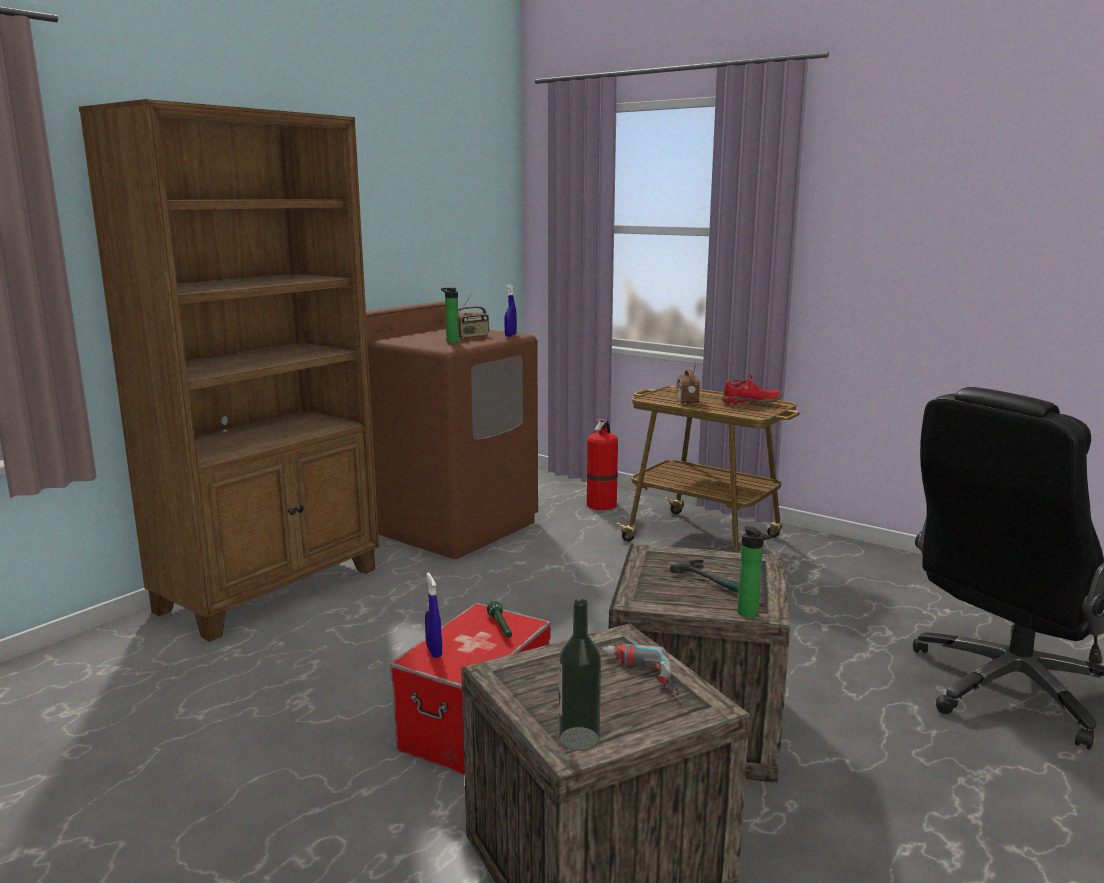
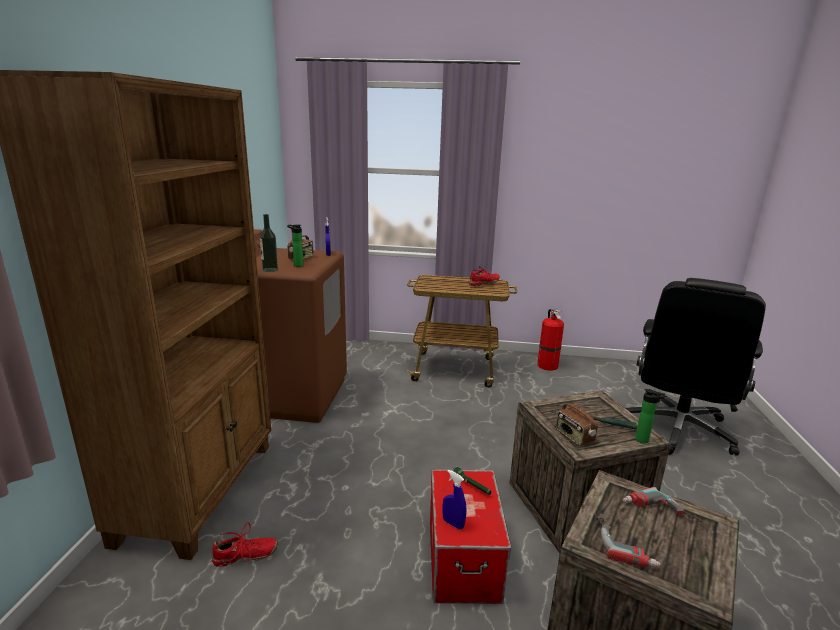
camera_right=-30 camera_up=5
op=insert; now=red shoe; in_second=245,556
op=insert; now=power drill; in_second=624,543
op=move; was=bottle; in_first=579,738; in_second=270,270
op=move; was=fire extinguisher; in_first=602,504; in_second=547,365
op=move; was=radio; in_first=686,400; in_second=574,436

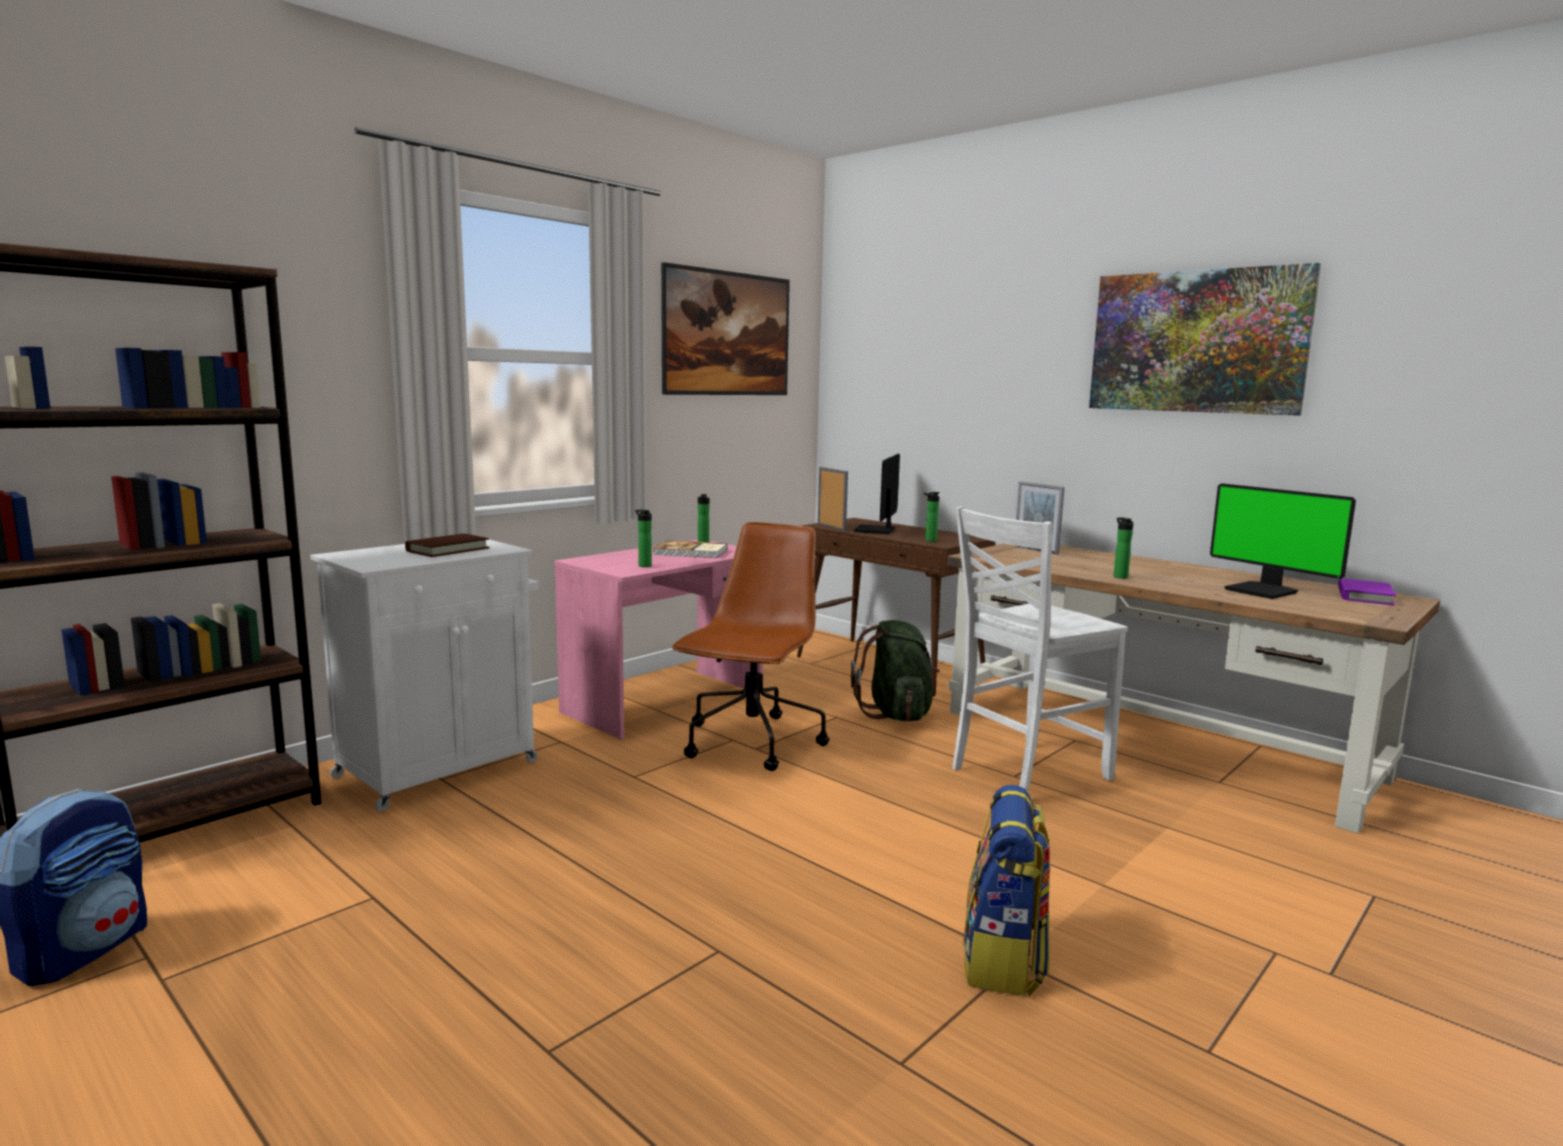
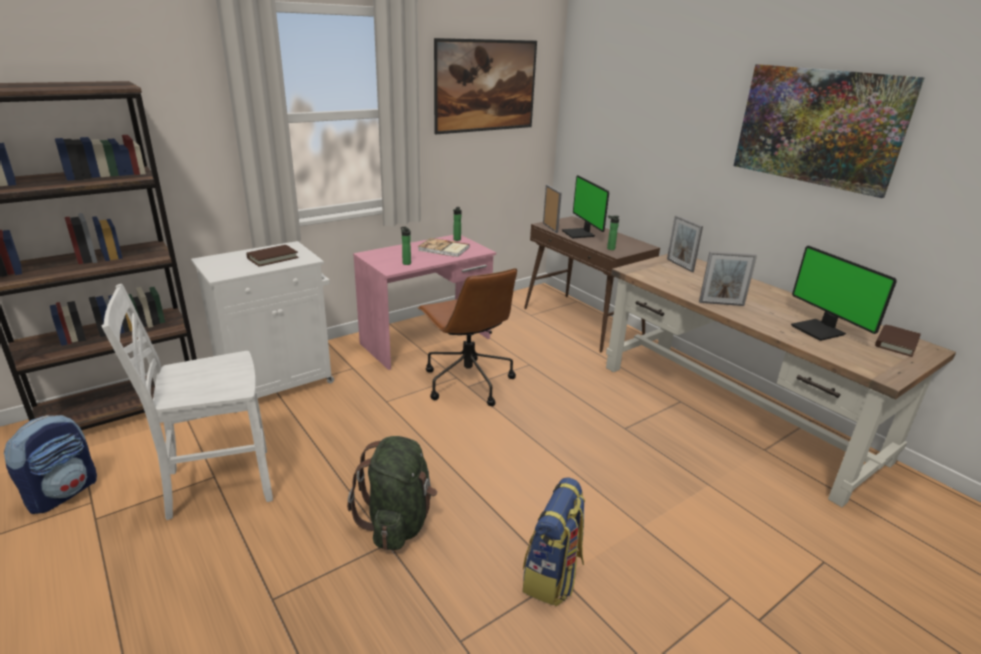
camera_right=10 camera_up=15
op=move; was=green backpack; in_first=896,714; in_second=398,522
op=move; was=white chair; in_first=1025,773; in_second=217,484
op=replace; was=bottle; now=picture frame; in_first=1119,576; in_second=721,304
op=recolor; was=purple book; now=brown book; in_first=1364,596; in_second=896,343
op=rotate; was=brown office chair; in_first=751,743; in_second=467,381; clockwise=120
op=rotate; was=monitor; in_first=877,530; in_second=579,234; clockwise=-45

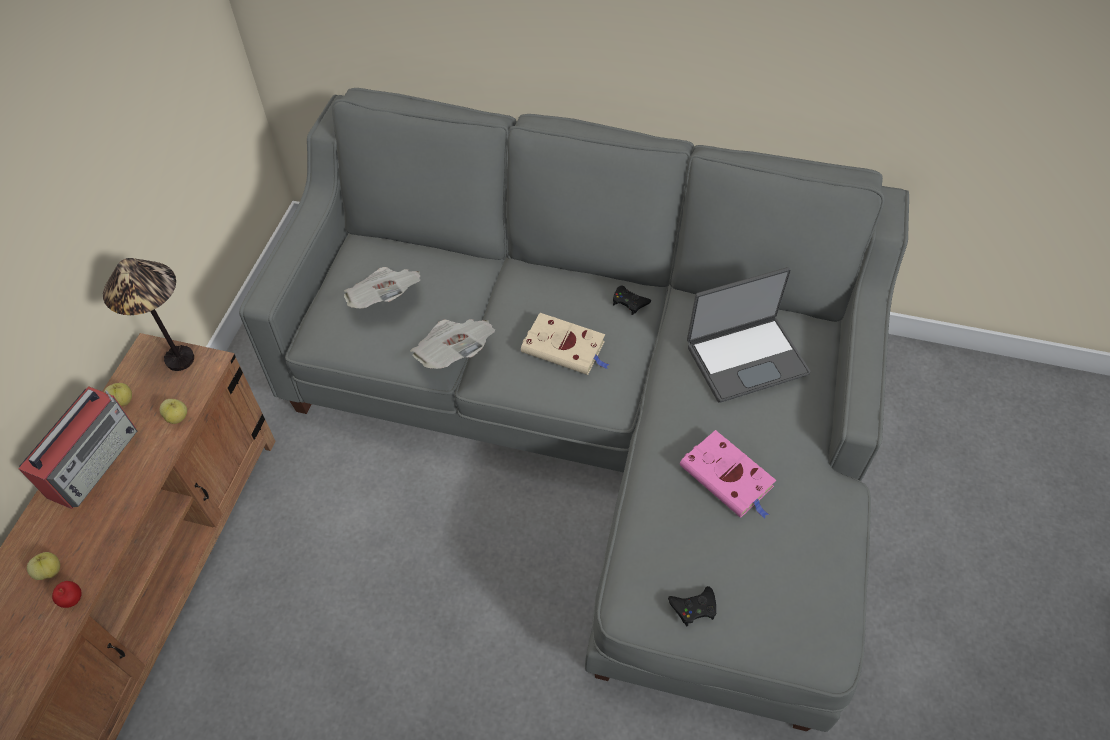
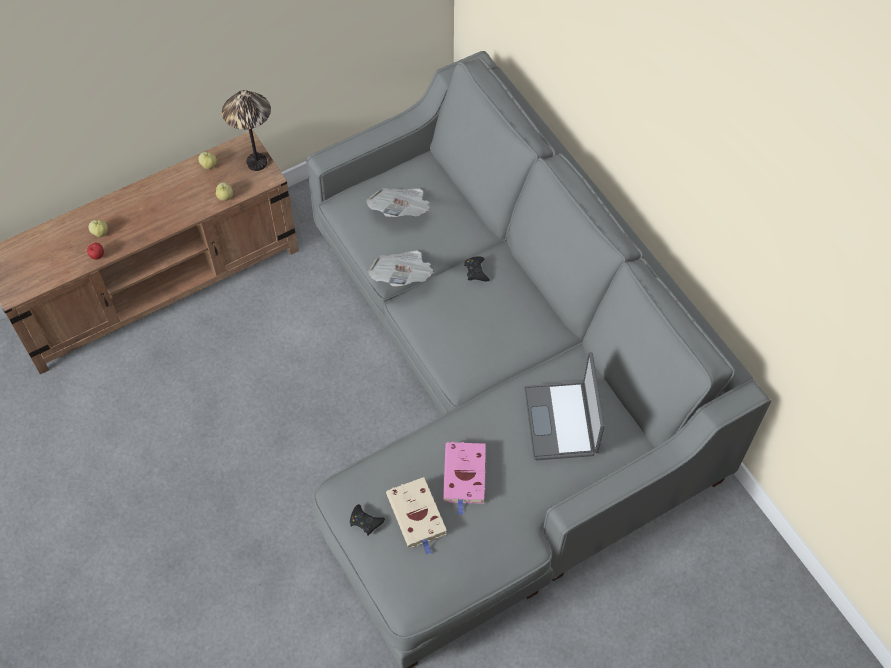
camera_right=45 camera_up=5
op=delete; was=radio; in_first=94,461
op=move; was=beige book; in_first=565,348; in_second=417,516
op=move; was=black game controller; in_first=629,302; in_second=476,271
op=rotate; was=laptop; in_first=745,358; in_second=562,421; clockwise=60

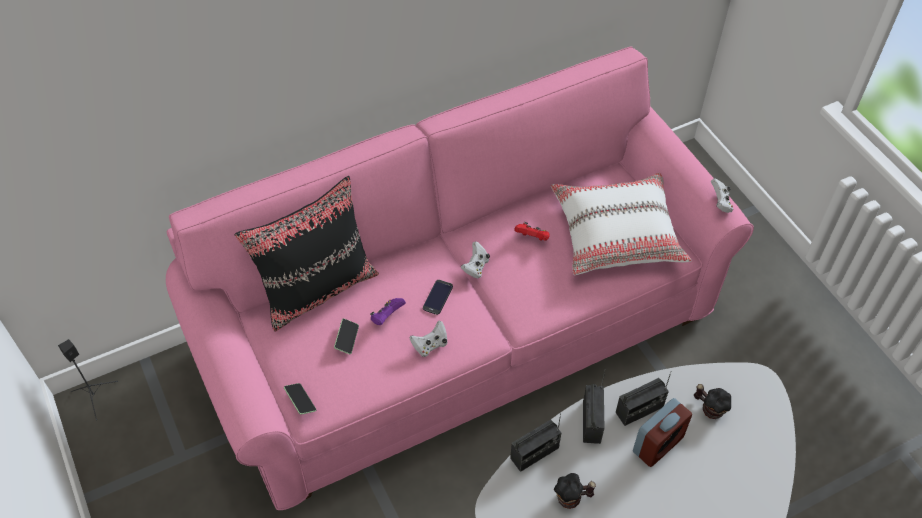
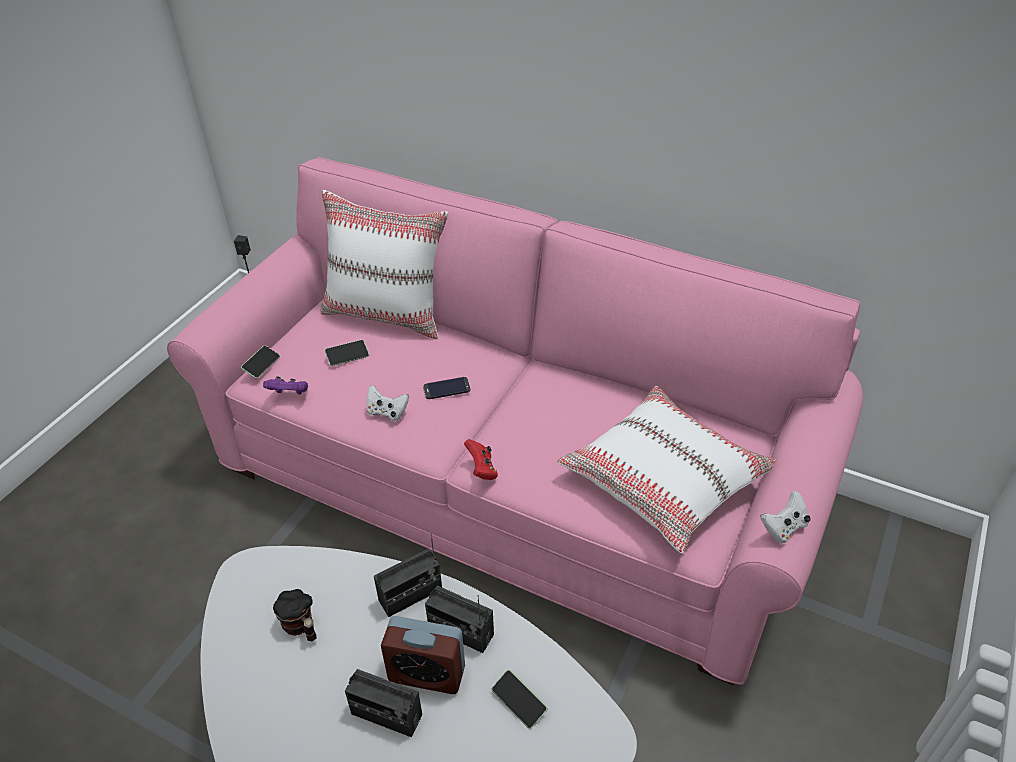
camera_right=55 camera_up=-10
op=delete; was=white game controller; in_first=476,267
op=move; was=purple game controller; in_first=387,317; in_second=289,394
op=move; was=radio; in_first=534,453; in_second=386,714
op=move; was=red game controller; in_first=532,238; in_second=482,469
op=replace; was=mug; now=phone; in_first=709,408; in_second=519,702
op=recolor; was=black pillow; now=white pillow; in_first=318,289; in_second=387,314

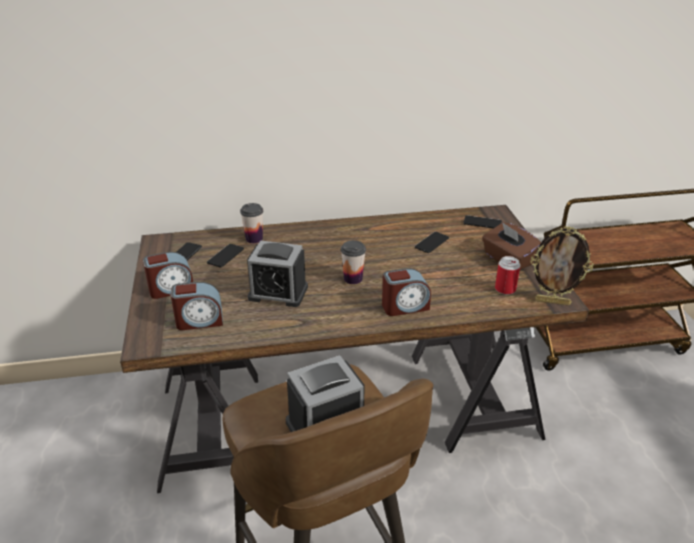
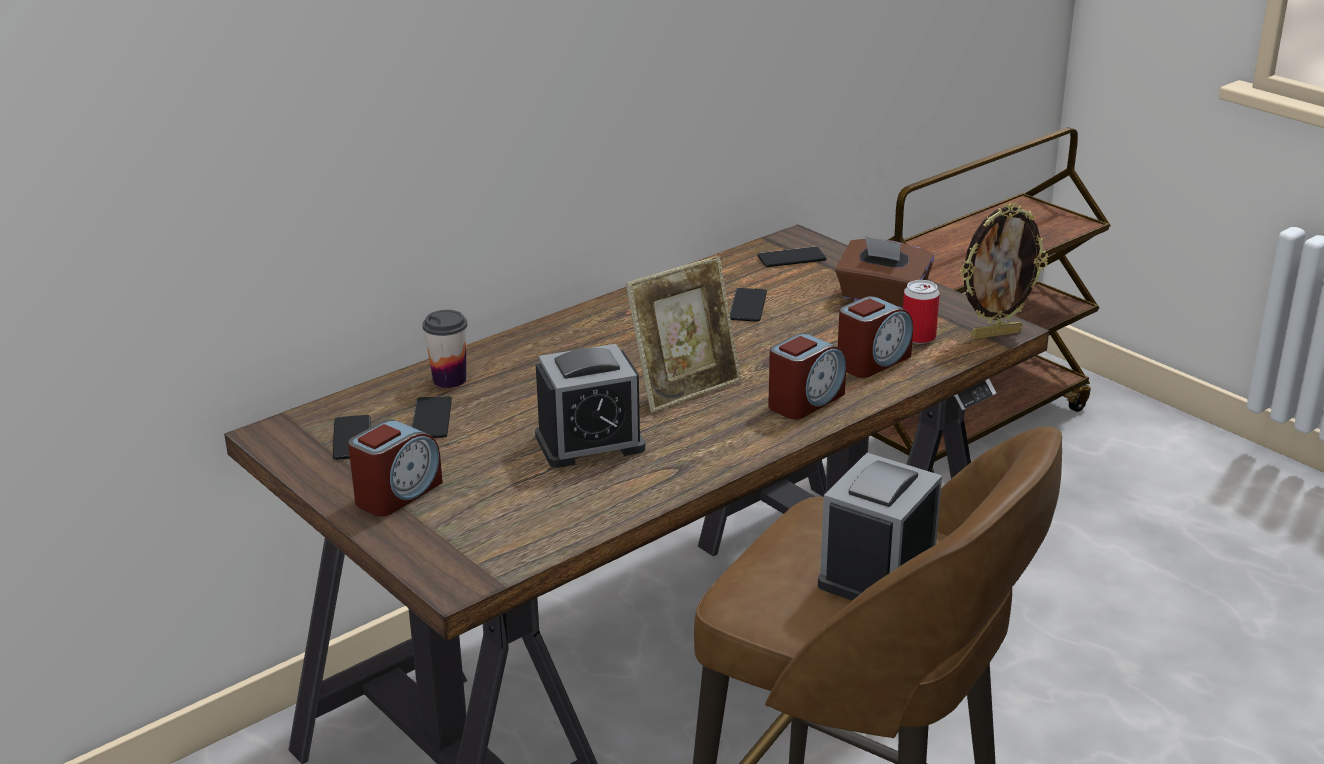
camera_right=-30 camera_up=-5
op=move; was=alarm clock; in_first=199,321; in_second=872,361
op=replace; was=cup; now=picture frame; in_first=353,279; in_second=685,388

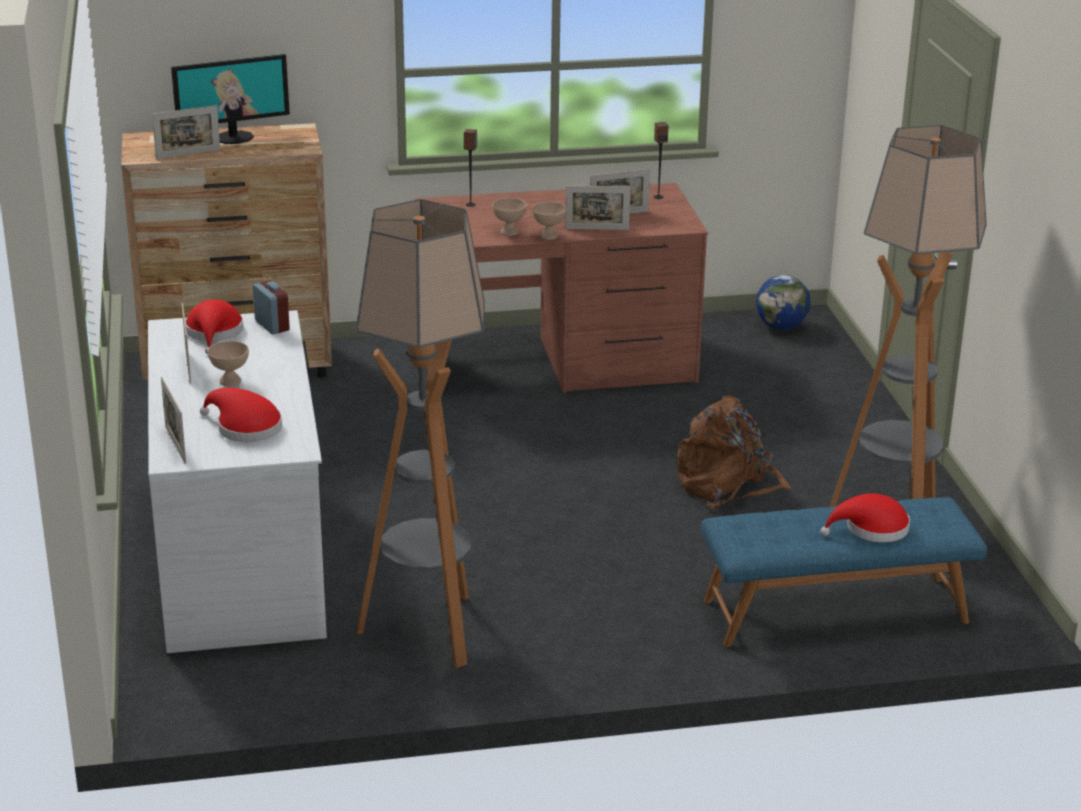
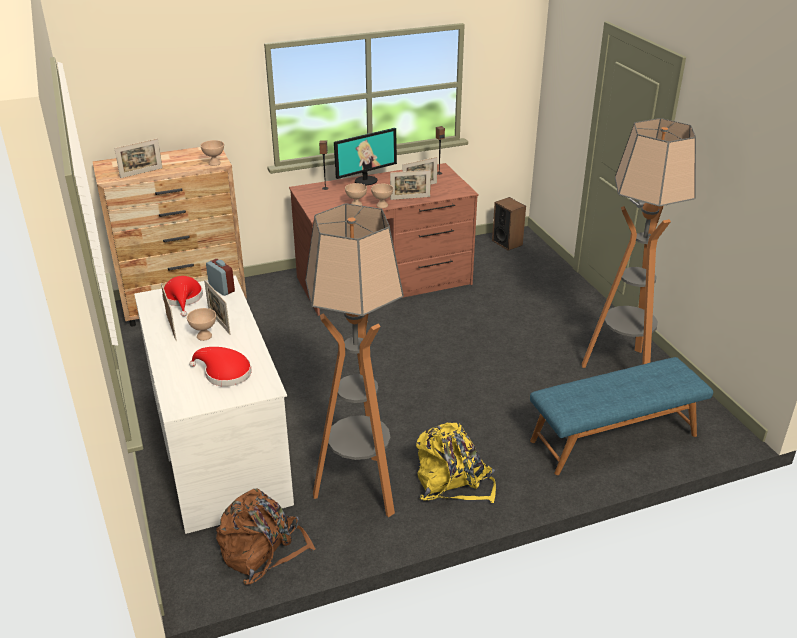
camera_right=-10 camera_up=5
op=delete; was=red hat; in_first=871,529
op=insert; now=beige bowl; in_second=215,163
op=insert; now=yellow backpack; in_second=453,483
op=move; was=picture frame; in_first=175,445; in_second=219,322
op=move; was=monitor; in_first=234,137; in_second=366,180
op=move; was=brown backpack; in_first=728,485; in_second=263,551
op=replace; was=globe; now=speaker; in_first=781,326; in_second=507,243

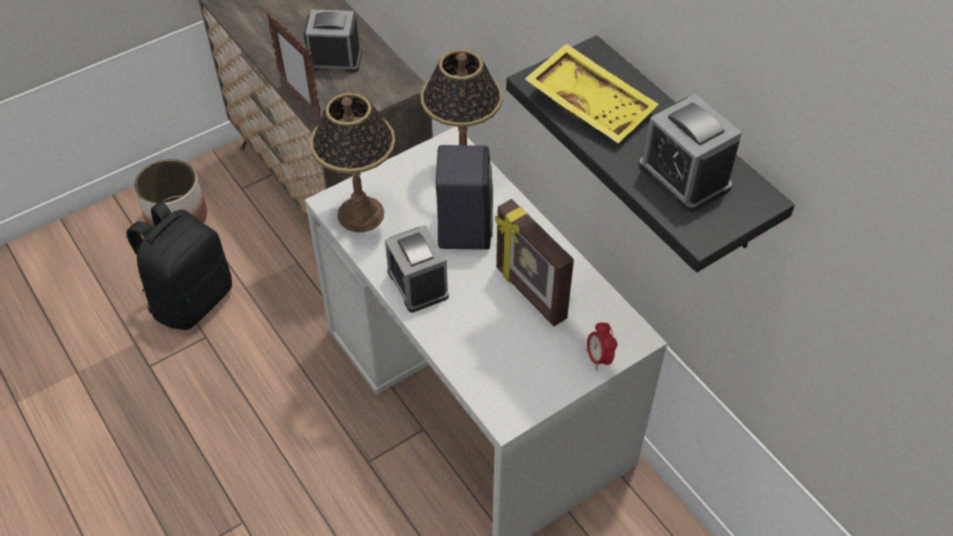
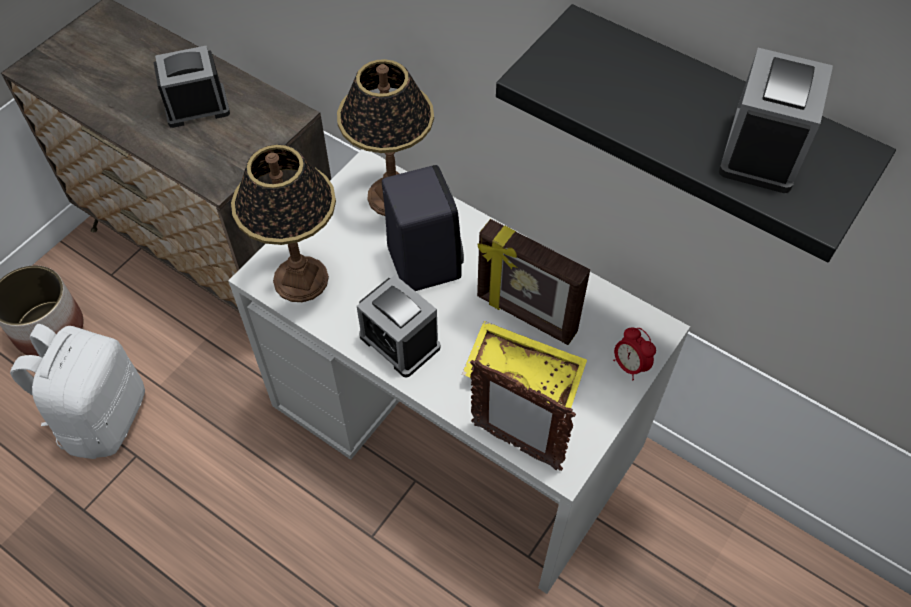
camera_right=-20 camera_up=5
op=move; was=picture frame; in_first=301,103; in_second=515,445
op=move; was=yellow tray; in_first=591,104; in_second=524,373
op=recolor; was=black backpack; now=white backpack; in_first=191,299; in_second=102,417
op=rotate; was=alarm clock; in_first=684,176; in_second=762,149; clockwise=75

